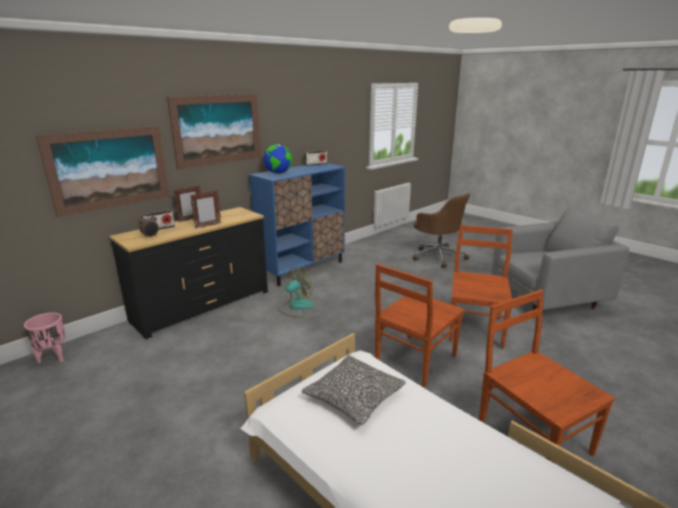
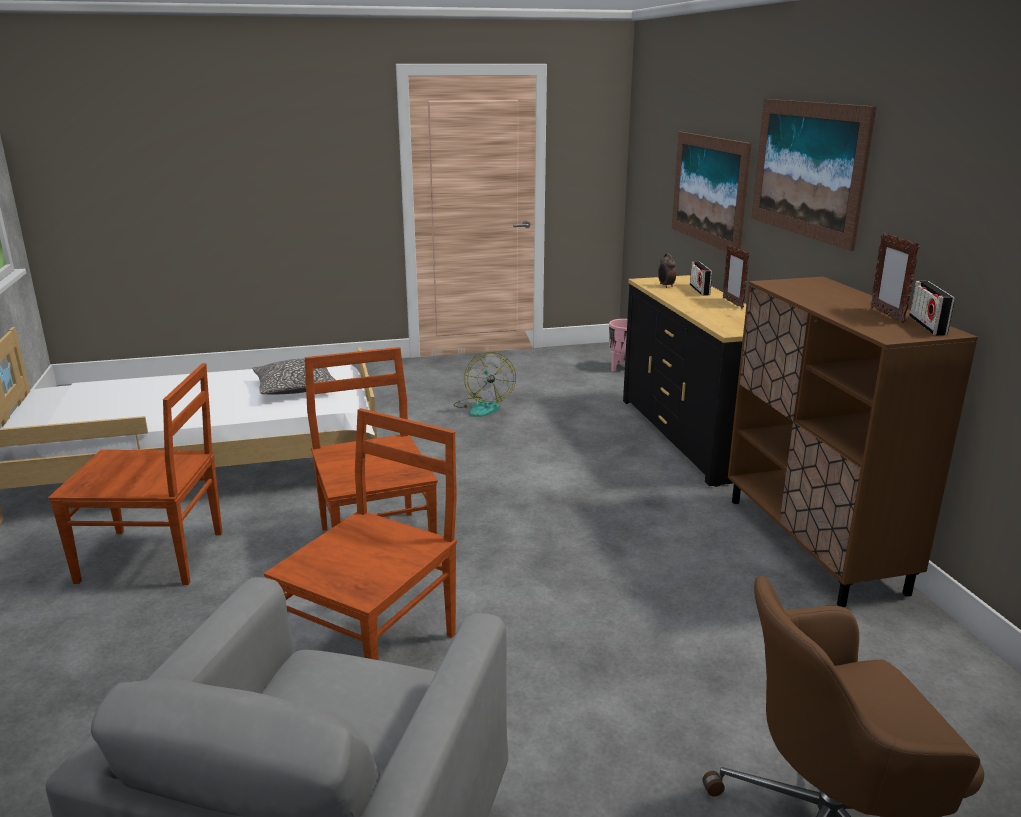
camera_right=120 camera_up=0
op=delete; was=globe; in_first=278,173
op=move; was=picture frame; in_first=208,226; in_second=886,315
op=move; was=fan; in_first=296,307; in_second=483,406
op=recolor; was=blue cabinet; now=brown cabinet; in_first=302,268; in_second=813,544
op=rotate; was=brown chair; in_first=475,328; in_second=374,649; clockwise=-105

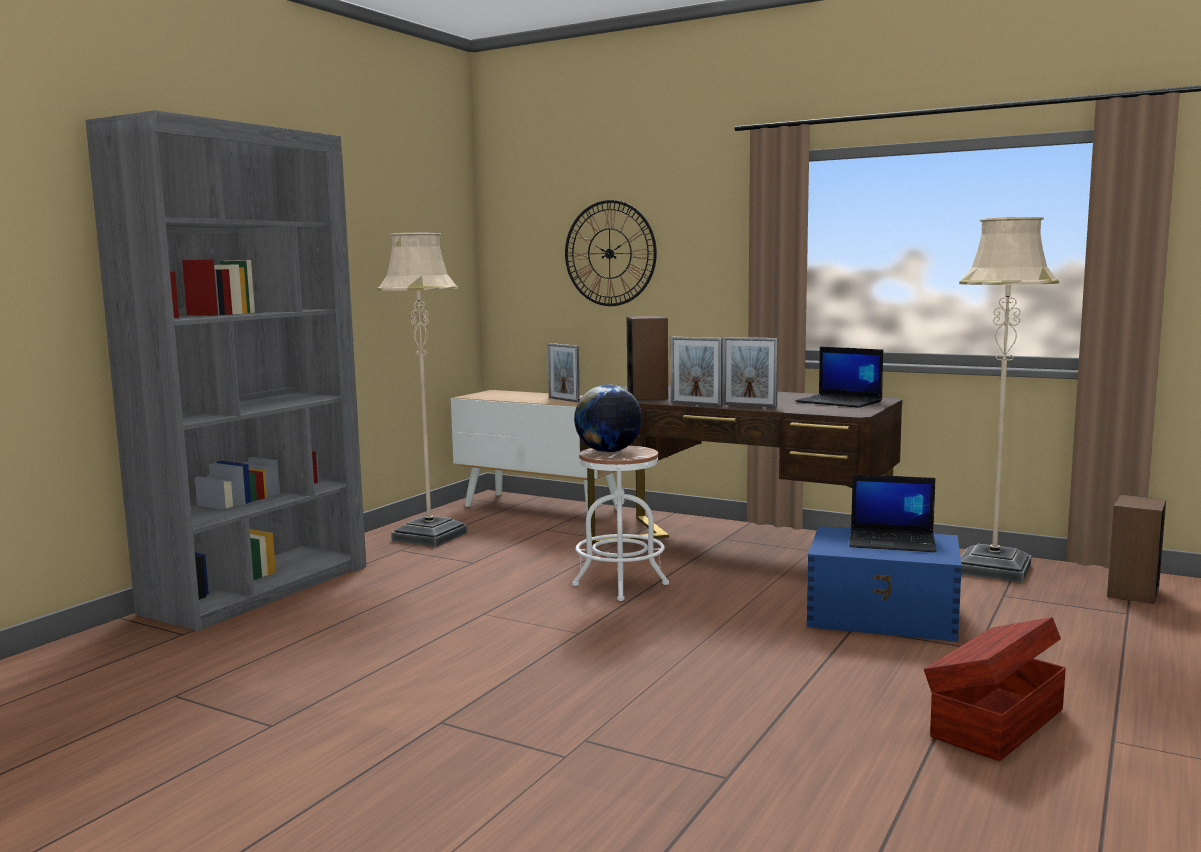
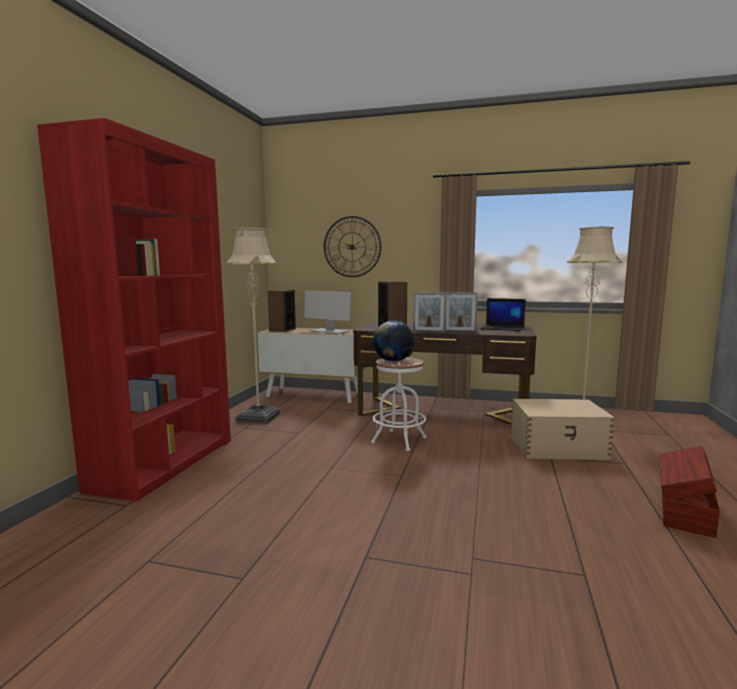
camera_right=-15 camera_up=0
op=delete; was=laptop; in_first=893,541
op=move; was=speaker; in_first=1132,592; in_second=282,330
op=replace; was=picture frame; now=monitor; in_first=564,400; in_second=329,331
op=recolor; was=grey bookcase; now=red bookcase; in_first=259,589; in_second=165,463
op=recolor; was=blue storage box; now=beige storage box; in_first=884,615; in_second=558,447

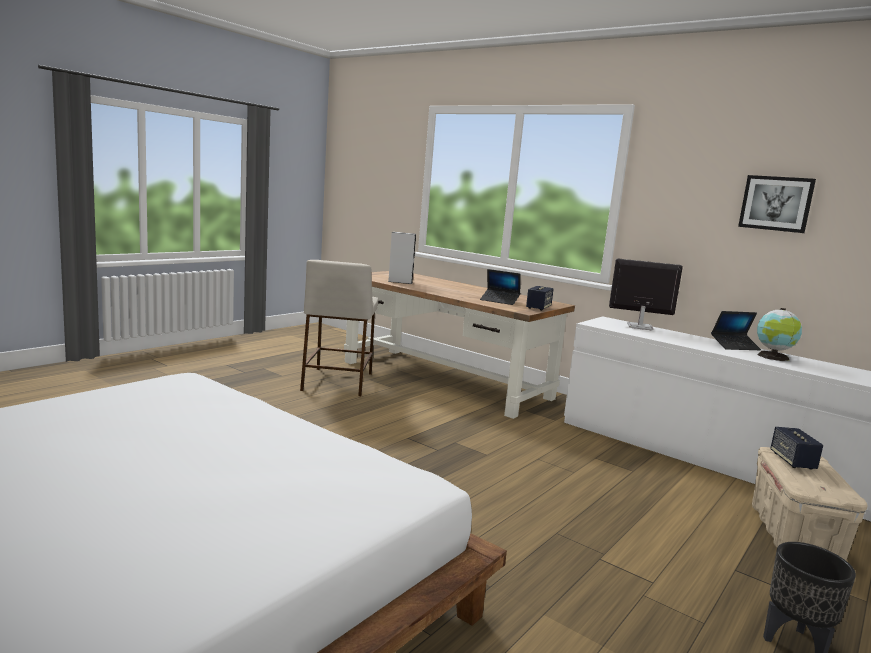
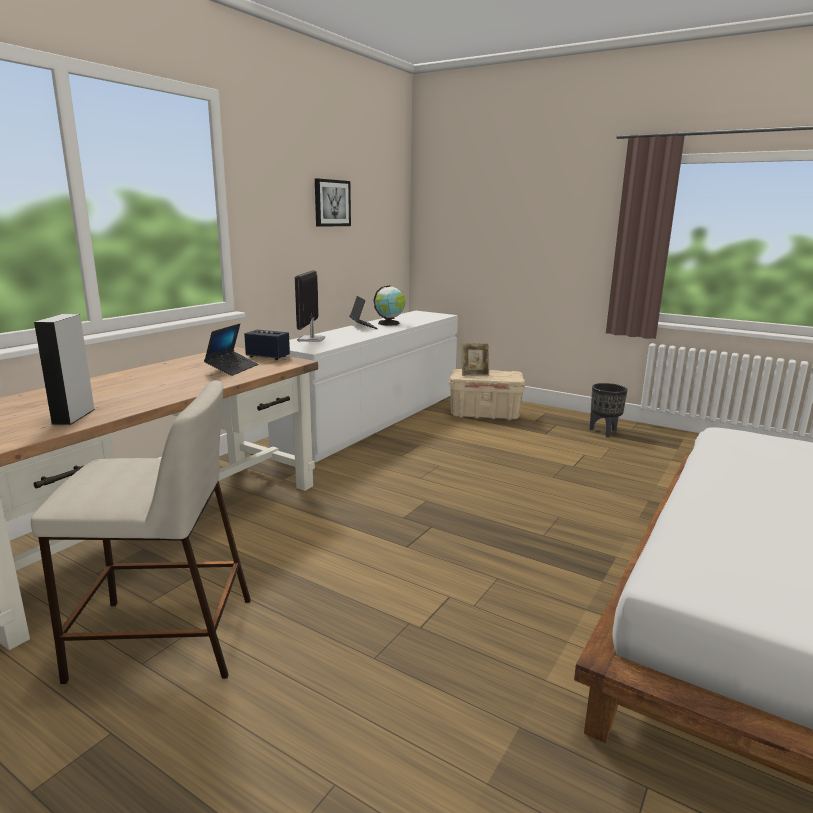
camera_right=-95 camera_up=5
op=replace; was=speaker; now=picture frame; in_first=792,461; in_second=474,374

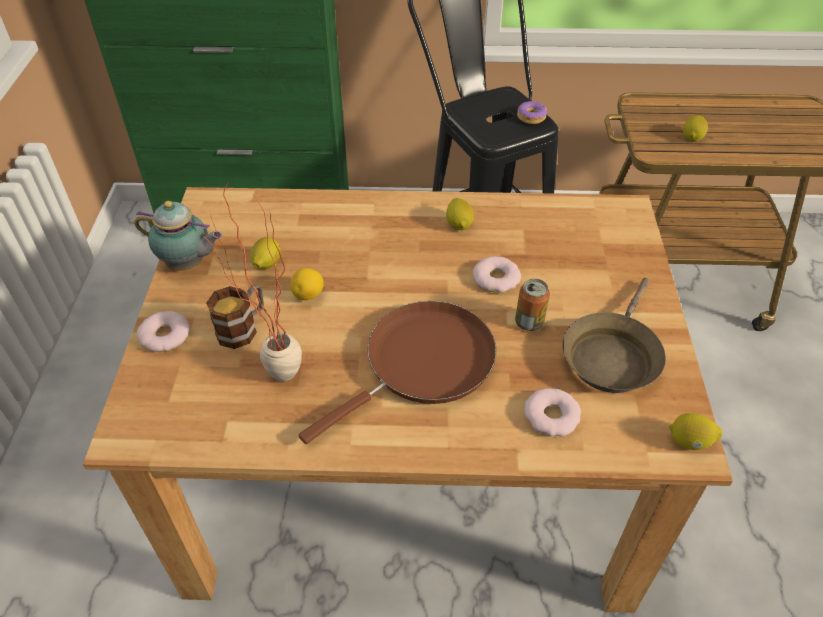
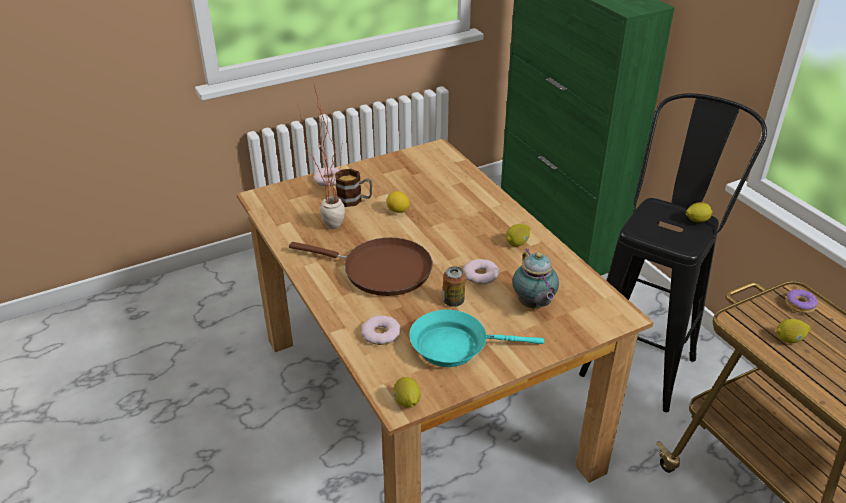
camera_right=60 camera_up=-10
op=move; was=teapot; in_first=188,264; in_second=533,305
op=move; was=lemon; in_first=266,264; in_second=696,220
op=move; was=donut; in_first=531,117; in_second=799,305
op=recolor; was=brown frying pan; now=turquoise frying pan; in_first=611,356; in_second=455,346

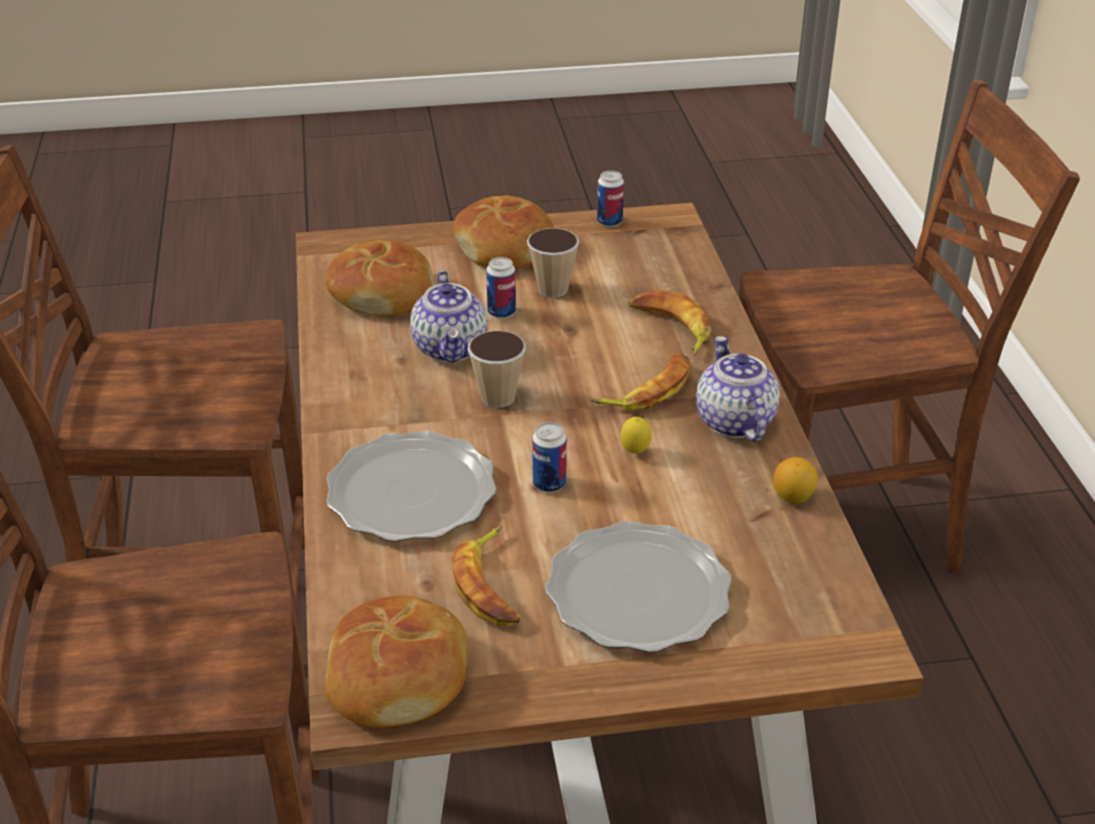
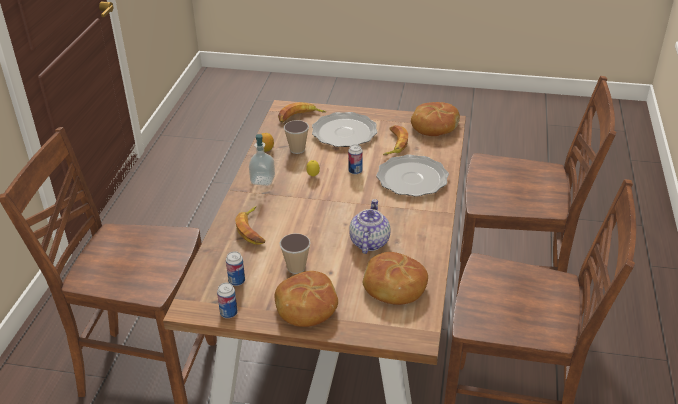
camera_right=-160 camera_up=0
op=move; was=cup; in_first=498,397; in_second=297,149
op=move; was=can; in_first=501,312; in_second=236,281
op=move; was=banana; in_first=647,390; in_second=299,117
op=replace; was=teapot; now=soap dispenser; in_first=733,421; in_second=262,180

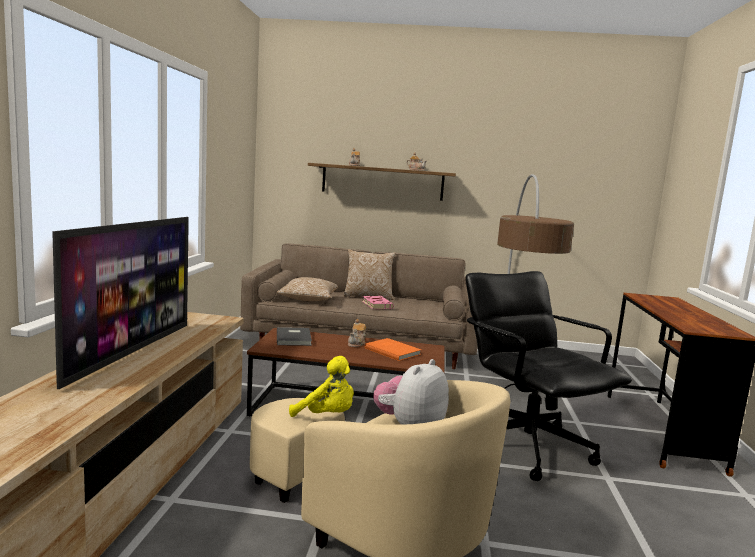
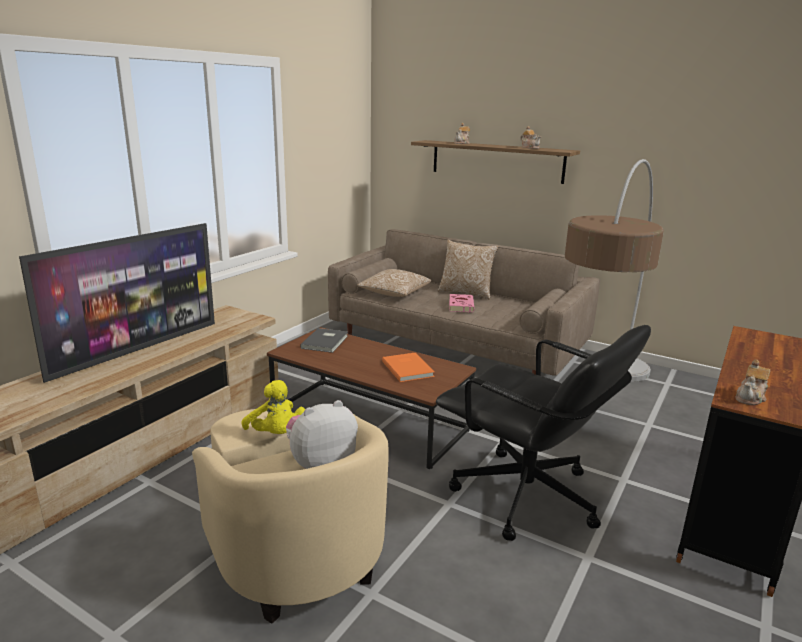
camera_right=25 camera_up=10
op=move; was=teapot; in_first=357,344; in_second=750,398
op=rotate; was=black office chair; in_first=527,446; in_second=527,497; clockwise=135

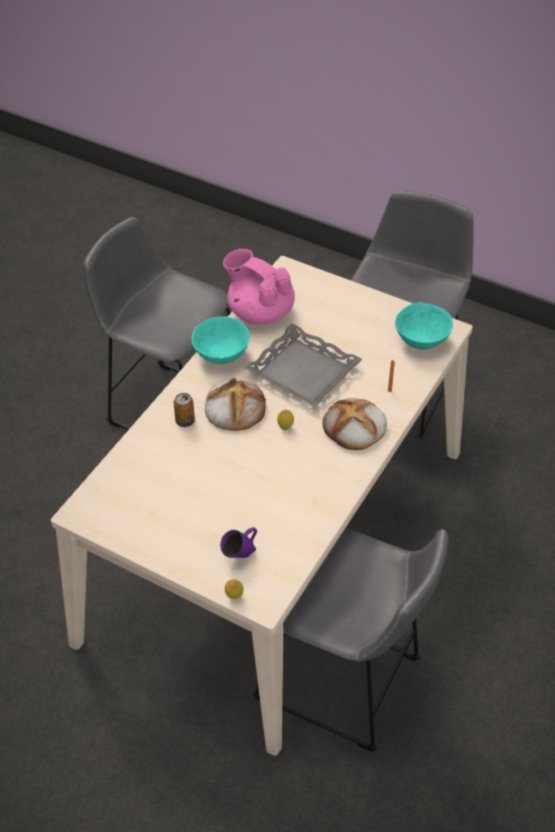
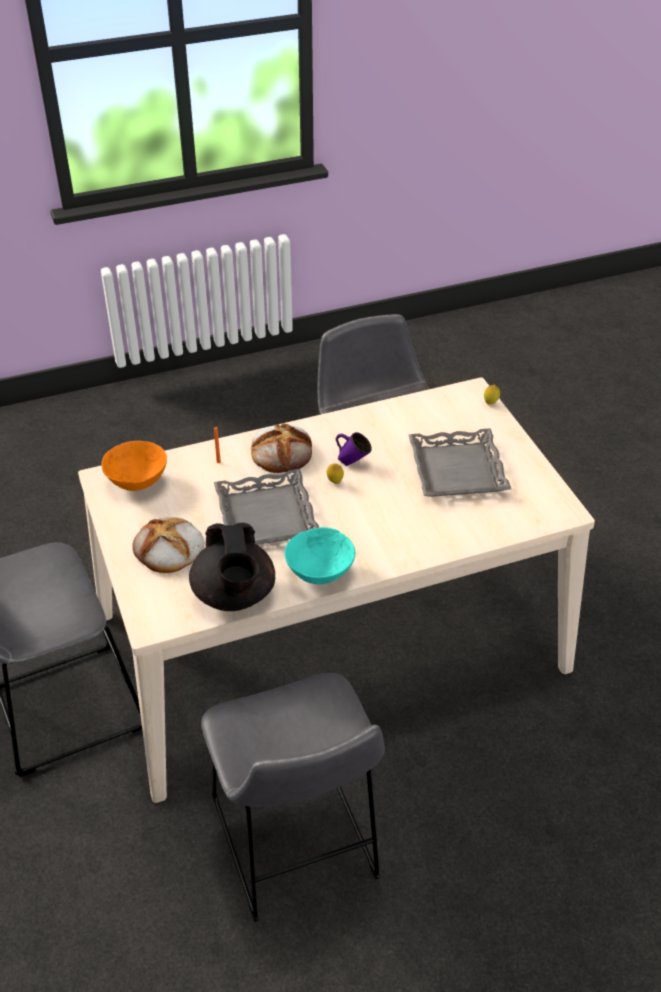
camera_right=-140 camera_up=-5
op=delete; was=can; in_first=185,421
op=insert; now=grey tray; in_second=456,470
op=move; was=bread; in_first=234,408; in_second=169,549
op=move; was=purple mug; in_first=240,556; in_second=353,462
op=recolor; was=pink teapot; now=black teapot; in_first=260,312; in_second=234,595
op=recolor; was=turquoise bowl; now=orange bowl; in_first=422,341; in_second=137,482

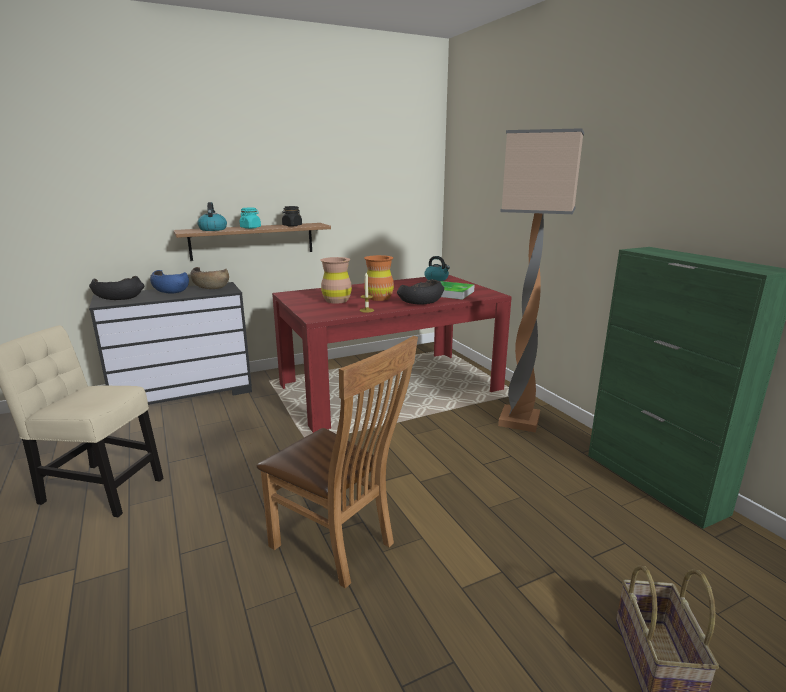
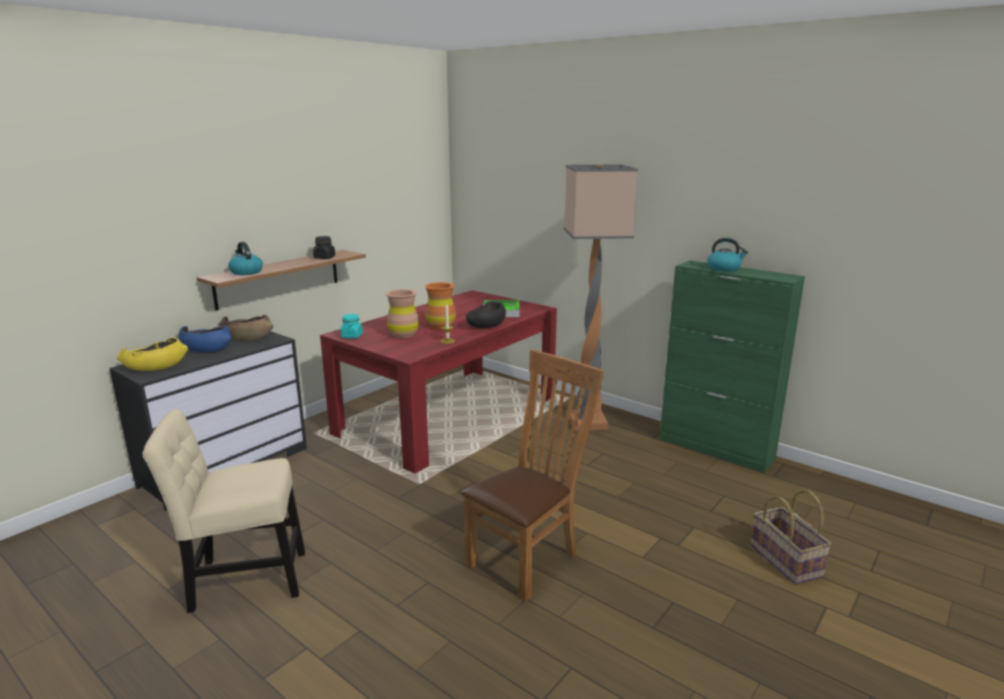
camera_right=-25 camera_up=0
op=move; was=turquoise jar; in_first=250,228; in_second=352,336
op=move; was=kettle; in_first=436,279; in_second=724,268
op=recolor; was=black bowl; now=yellow bowl; in_first=118,298; in_second=155,367
op=rotate; was=brown chair; in_first=338,546; in_second=528,557; clockwise=-60

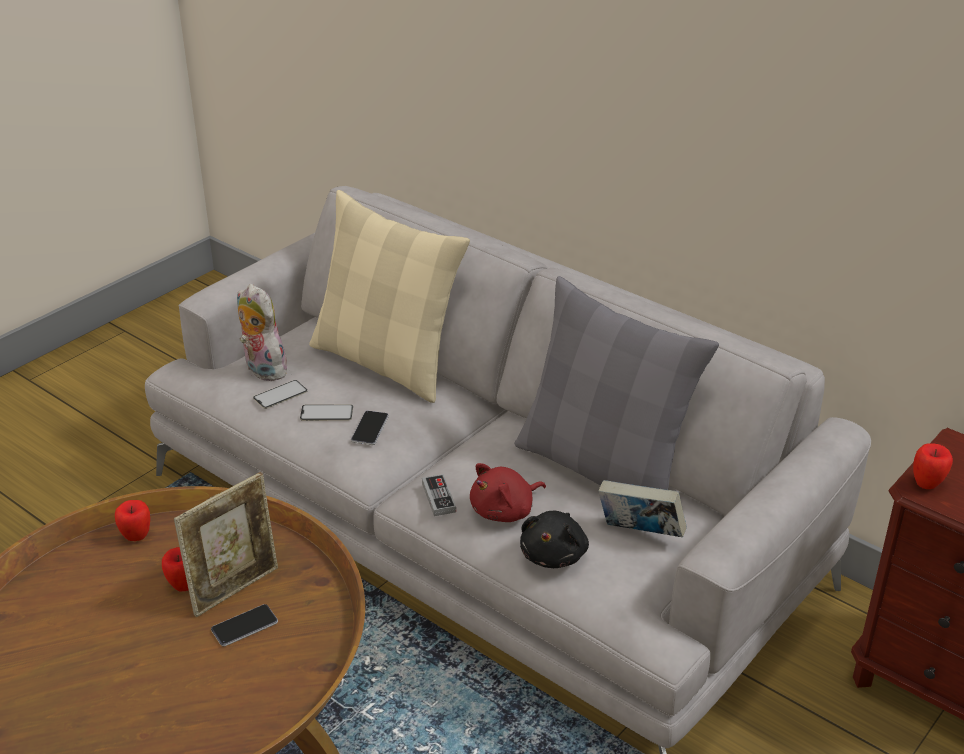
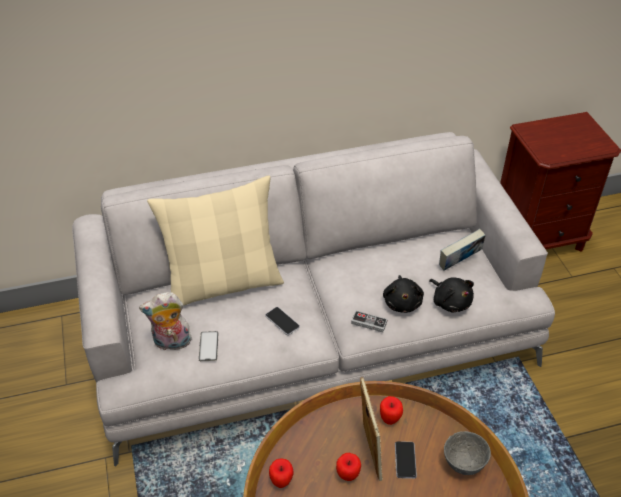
camera_right=-55 camera_up=10
op=delete; was=phone; in_first=326,413
op=delete; was=grey pillow; in_first=603,469
op=insert; now=grey bowl; in_second=464,465
op=move; was=apple; in_first=927,484; in_second=390,419
op=recolor; was=red plush toy; now=black plush toy; in_first=505,511; in_second=402,302

